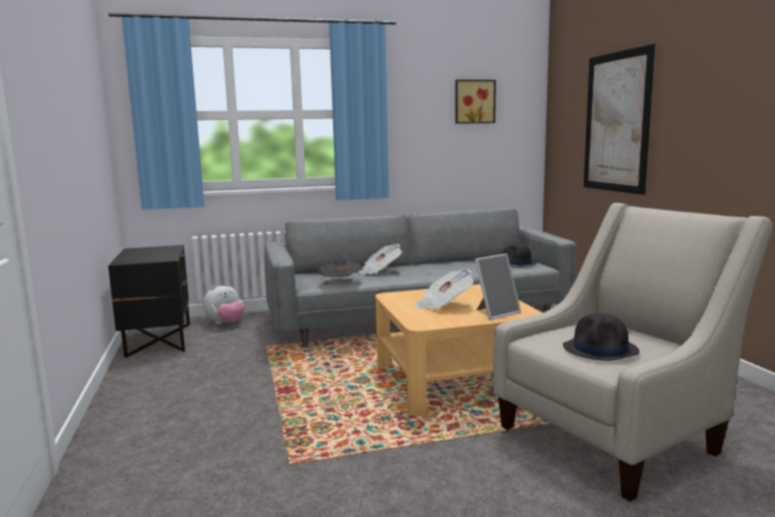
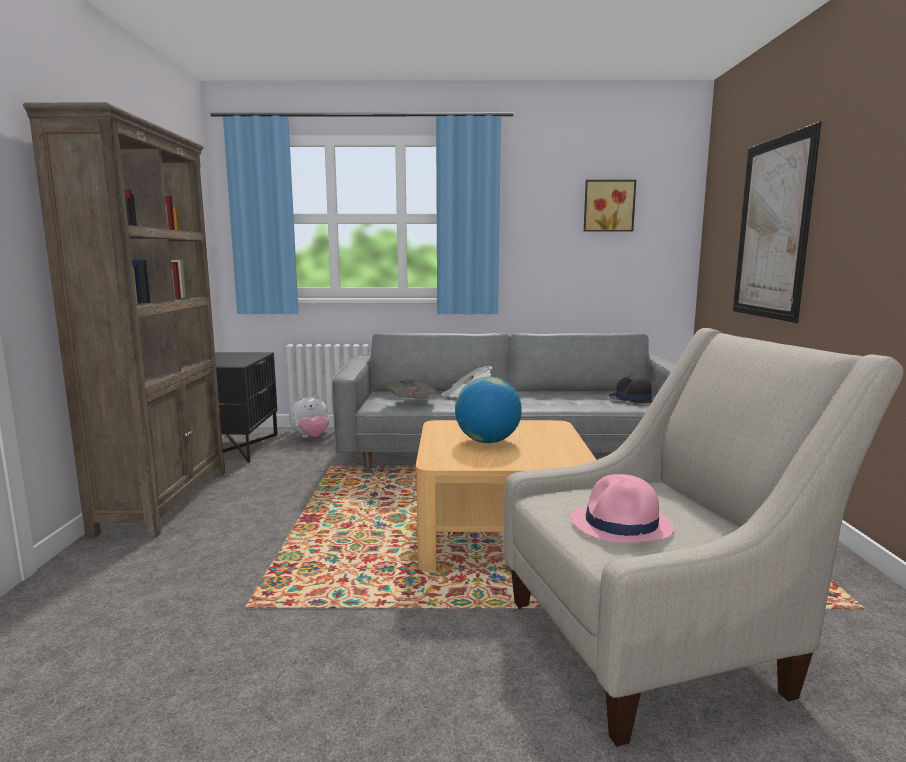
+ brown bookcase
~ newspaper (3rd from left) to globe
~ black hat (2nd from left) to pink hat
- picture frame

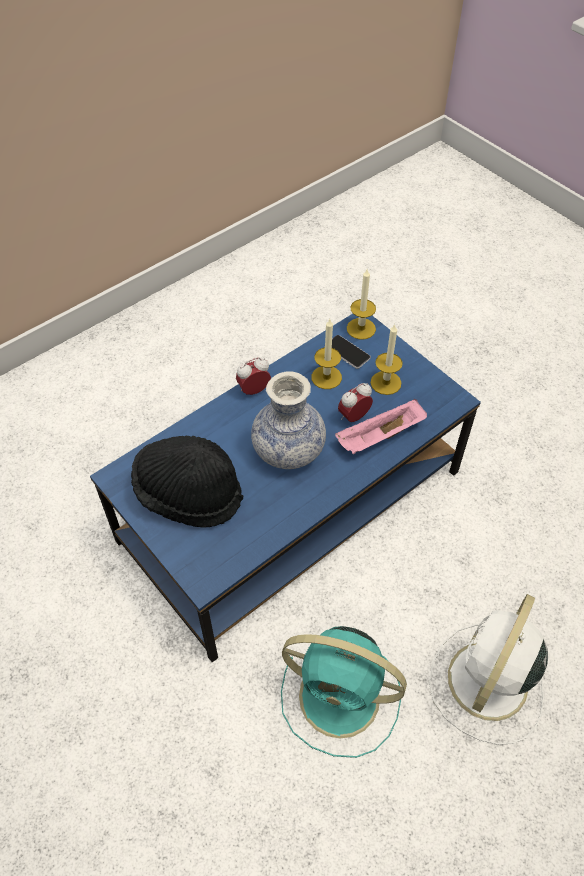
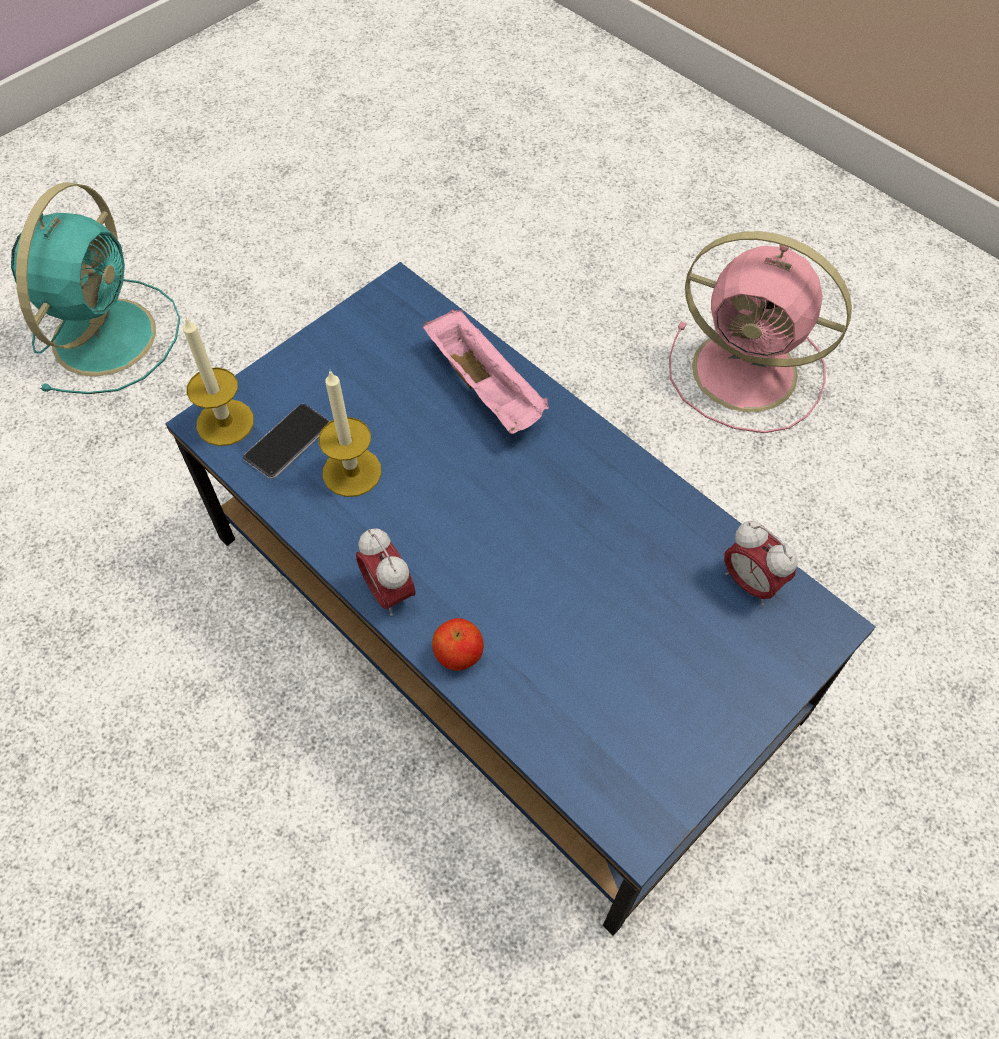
~ turquoise fan
+ apple
~ white fan to pink fan
~ alarm clock (2nd from left)
- black hat
- vase
- candle (3rd from left)

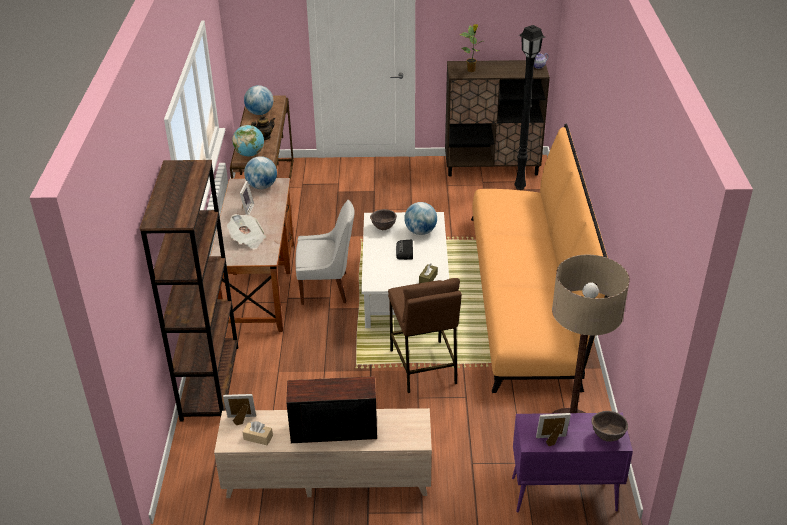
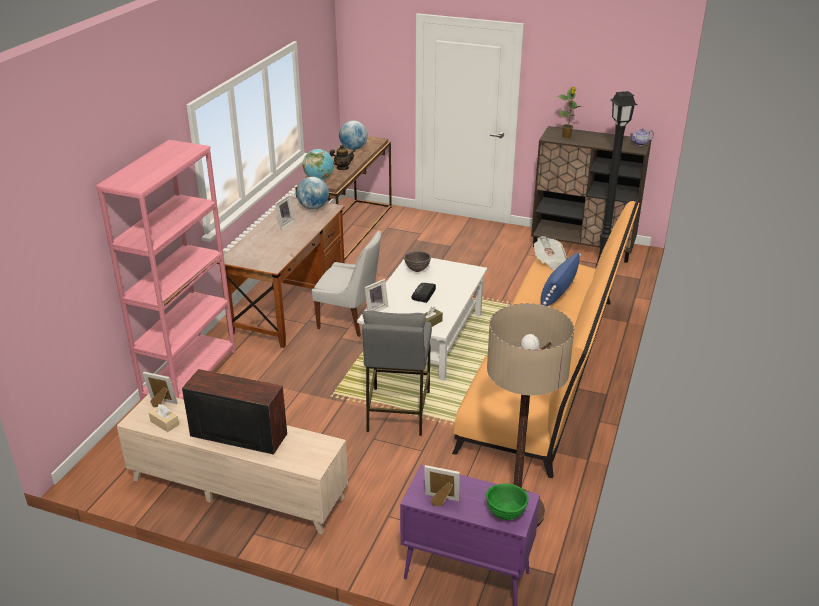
~ brown bookcase to pink bookcase
~ brown stool to grey stool
+ picture frame (3rd from left)
~ brown bowl (2nd from left) to green bowl
~ newspaper
+ blue pillow
- globe (4th from left)

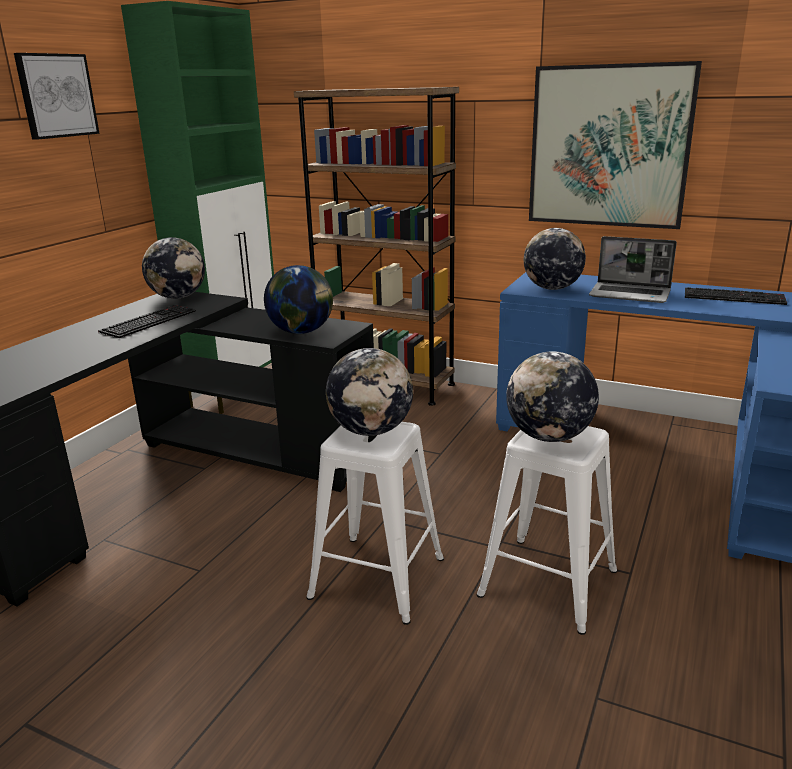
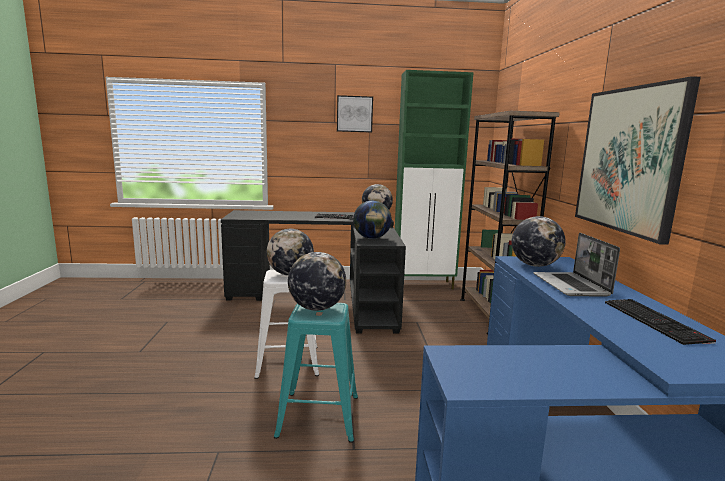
~ white stool (2nd from left) to turquoise stool

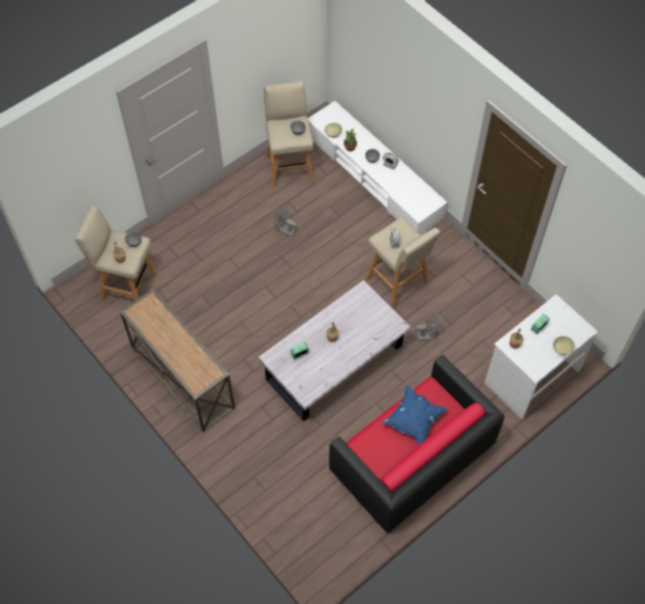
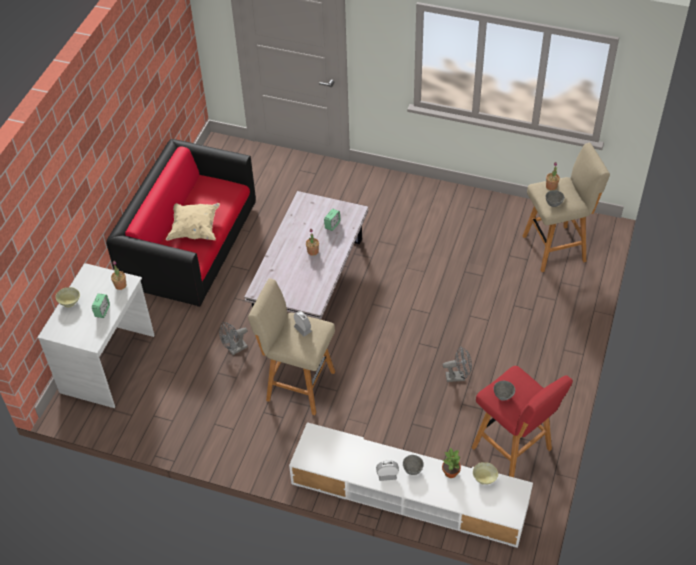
~ blue pillow to beige pillow
~ beige stool (2nd from left) to red stool
- console table

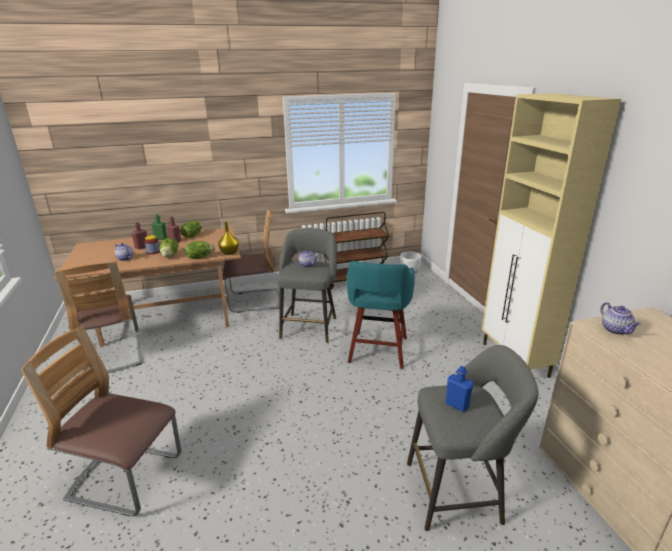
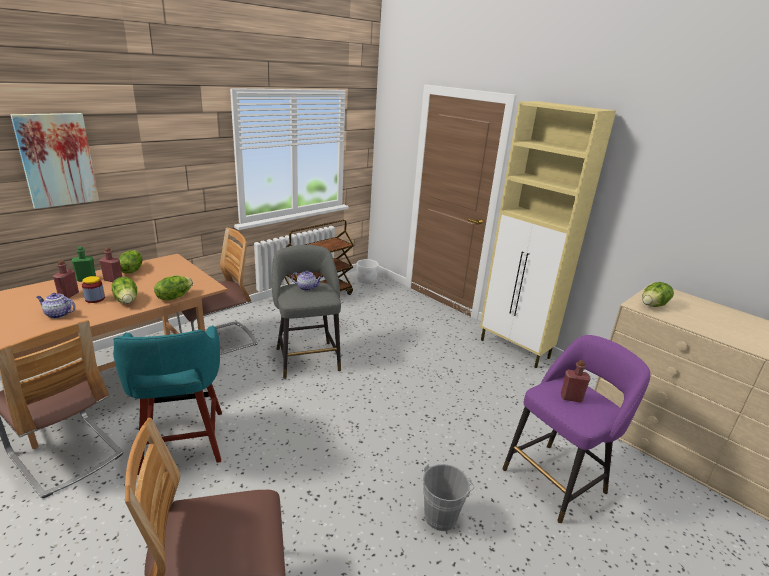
+ picture
~ turquoise stool
+ grey bucket
~ grey stool (2nd from left) to purple stool
~ blue bottle to red bottle (3rd from left)
~ teapot (3rd from left) to lettuce (4th from left)
- yellow vase

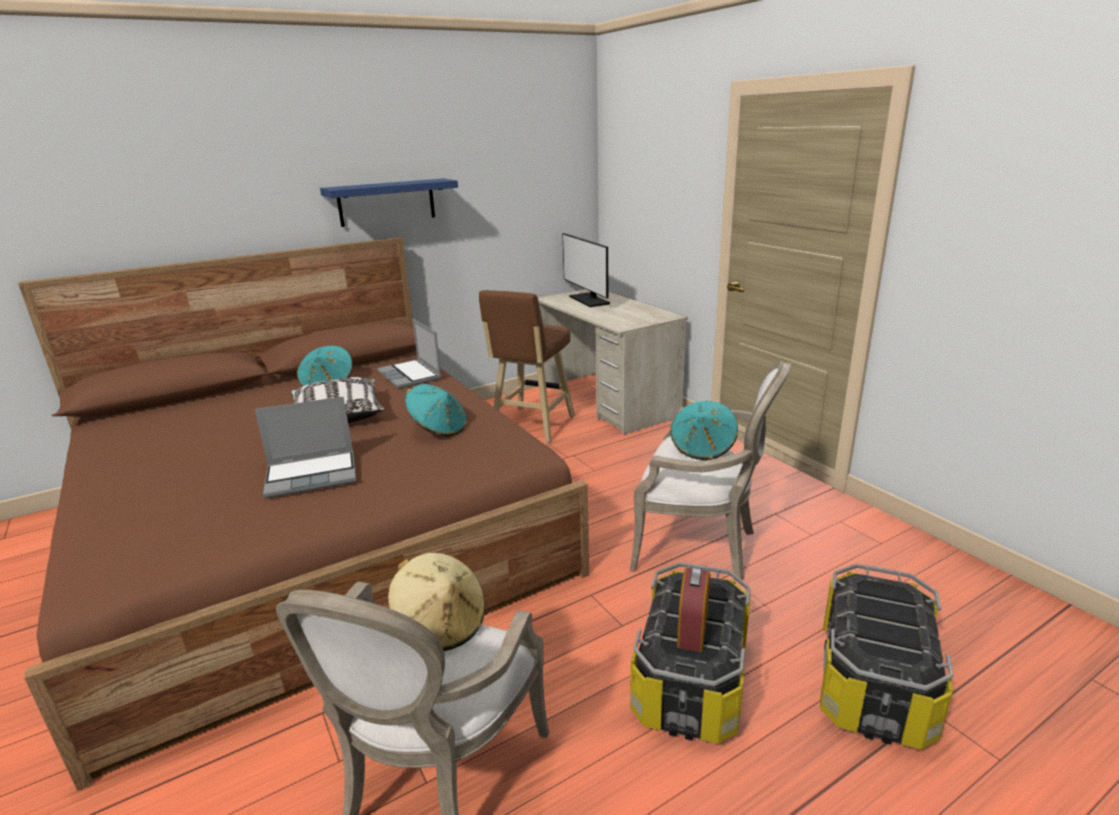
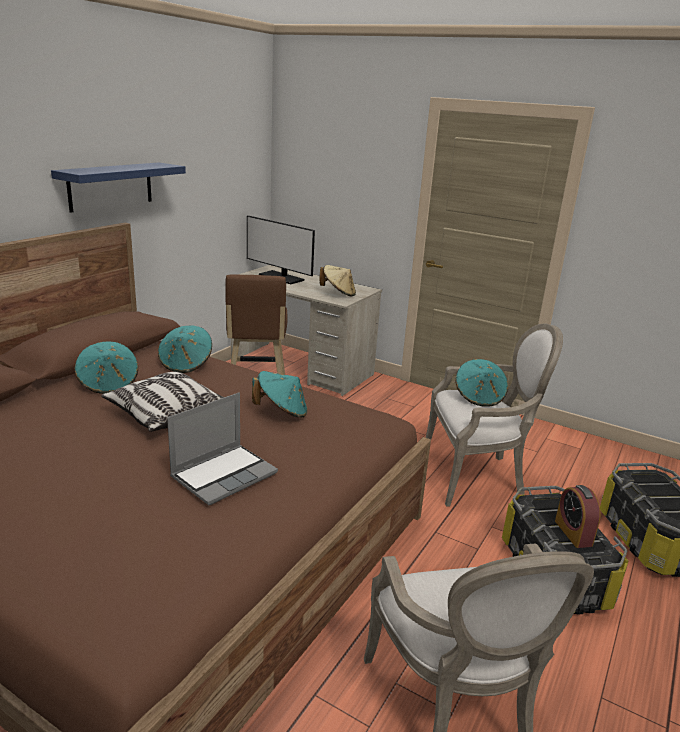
~ laptop (2nd from left) to turquoise hat (2nd from left)
~ beige hat

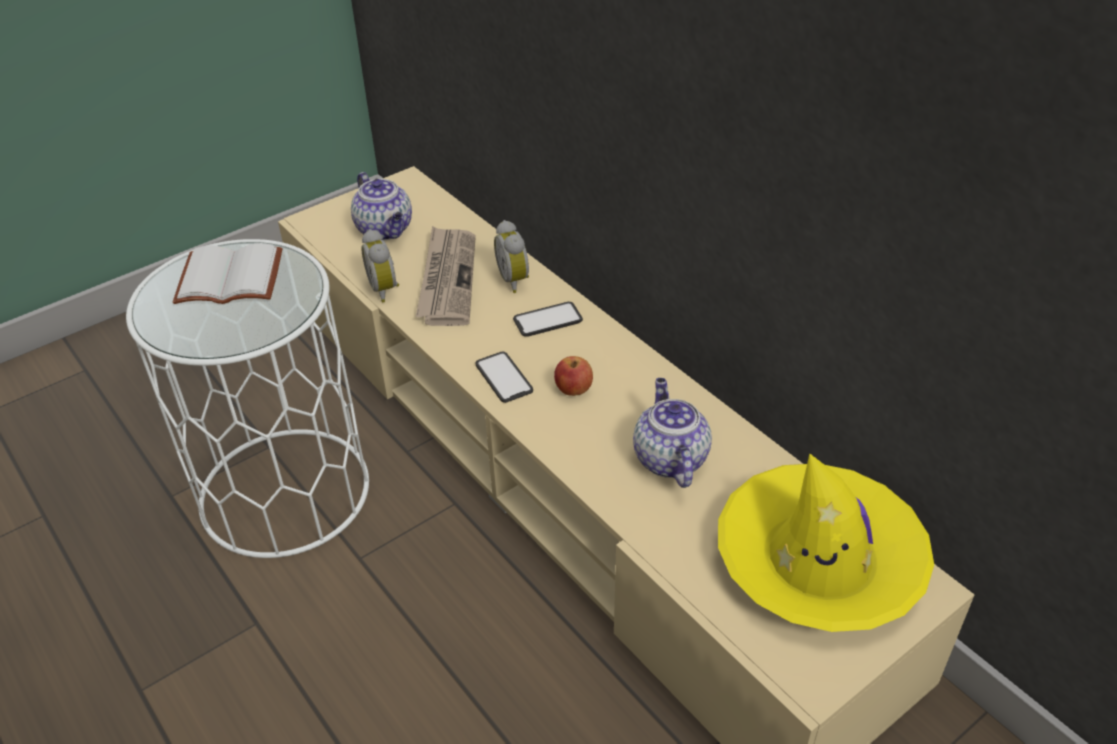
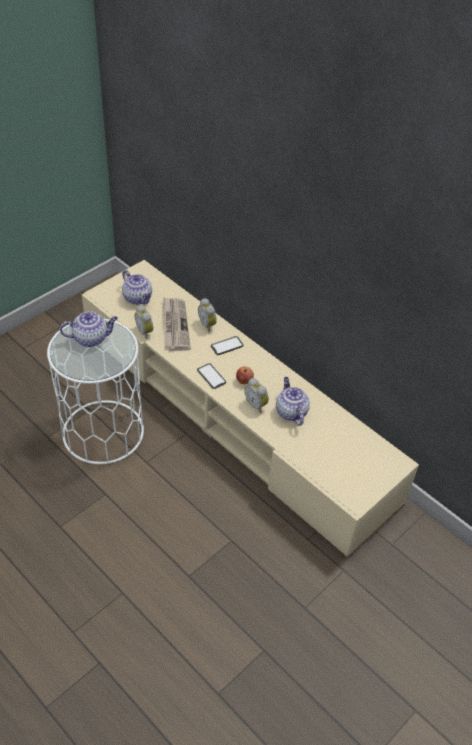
~ white book to teapot (1st from left)
+ alarm clock (3rd from left)
- yellow hat

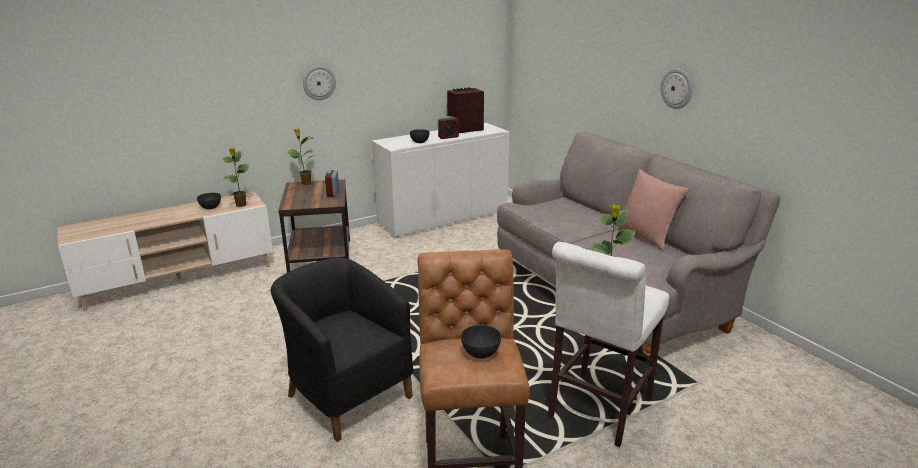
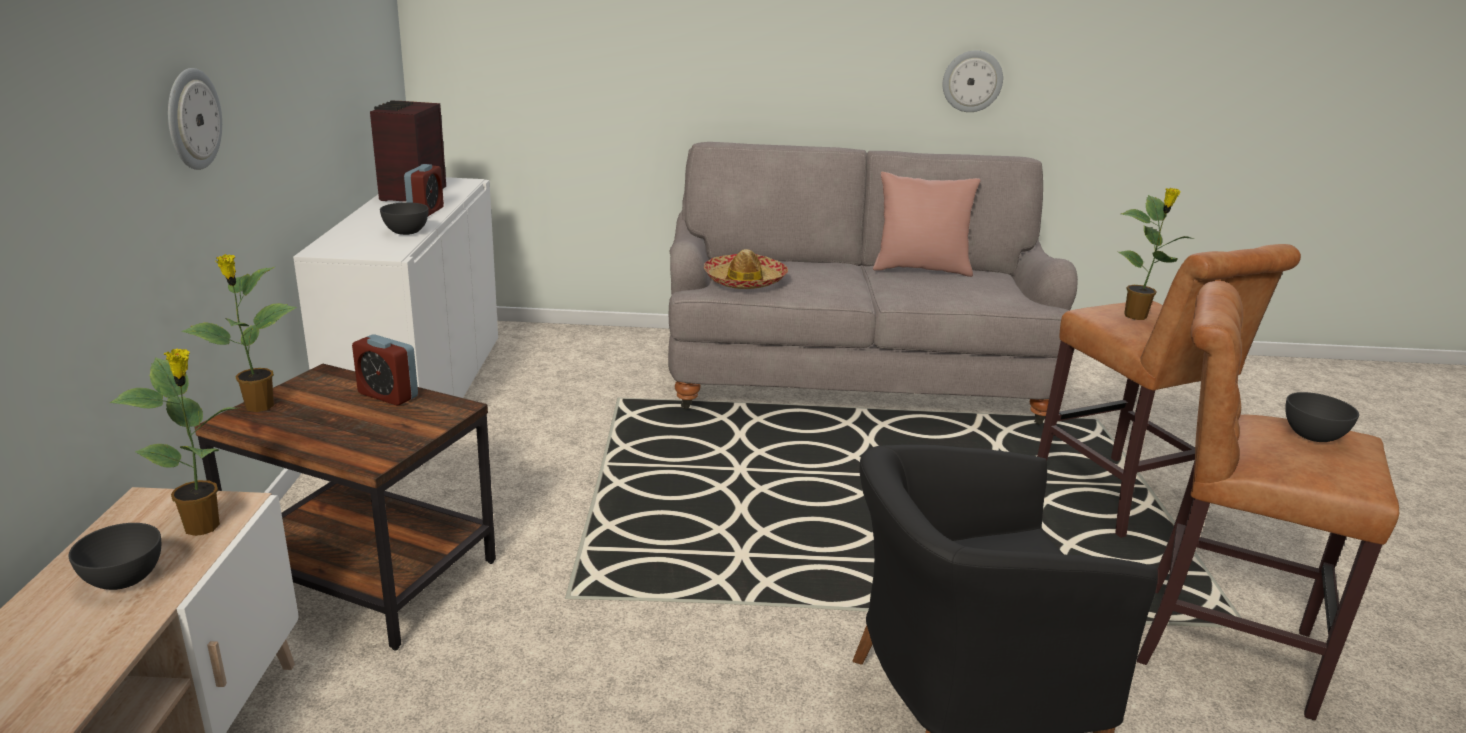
+ hat
~ wall clock (2nd from left)
~ white stool to brown stool (1st from left)

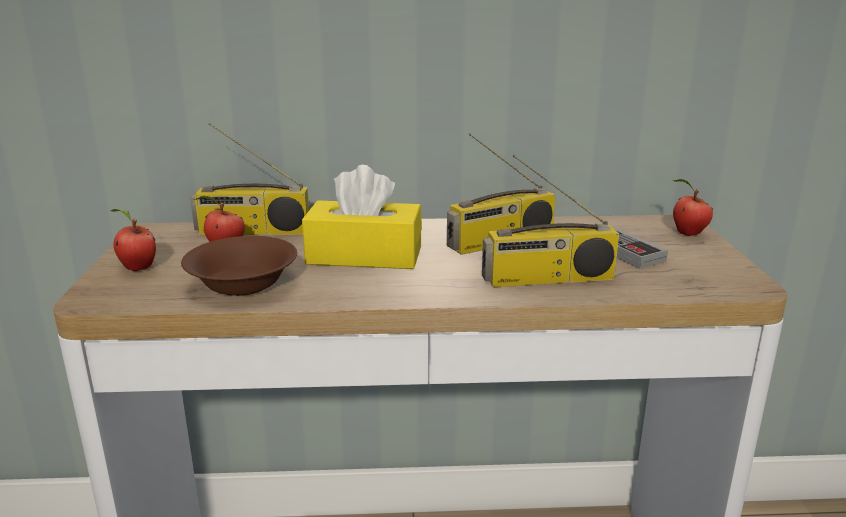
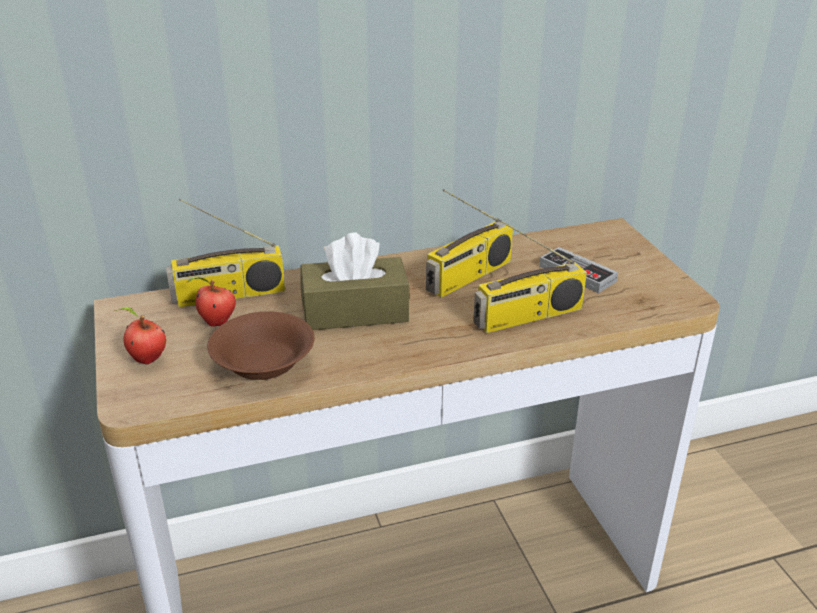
~ yellow tissue box to brown tissue box
- apple (3rd from left)

